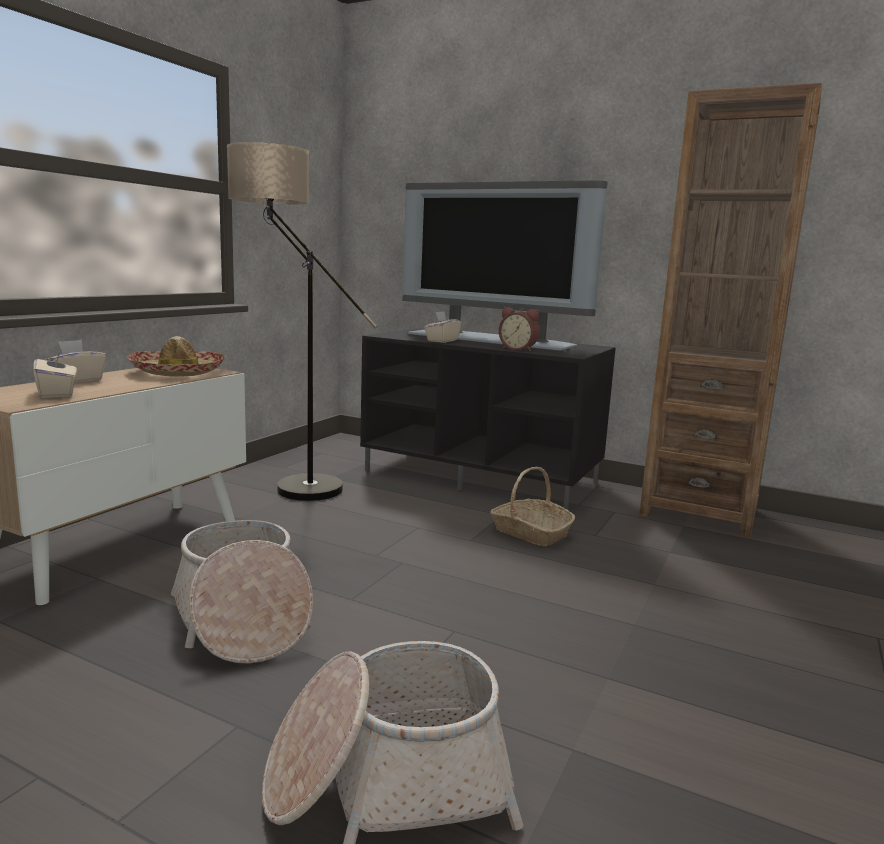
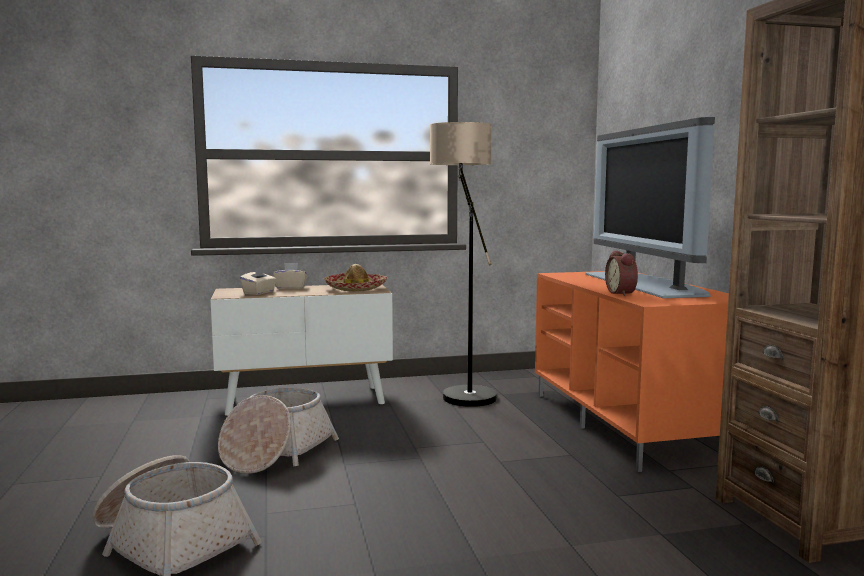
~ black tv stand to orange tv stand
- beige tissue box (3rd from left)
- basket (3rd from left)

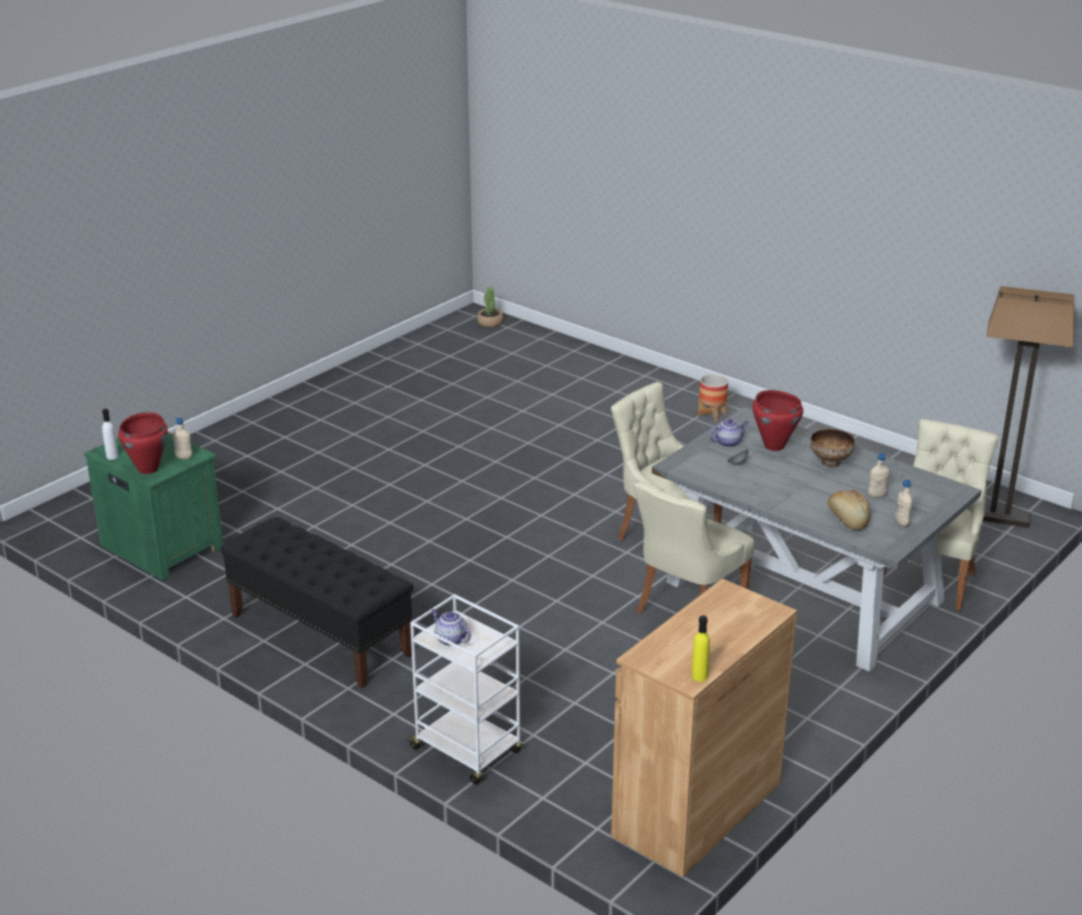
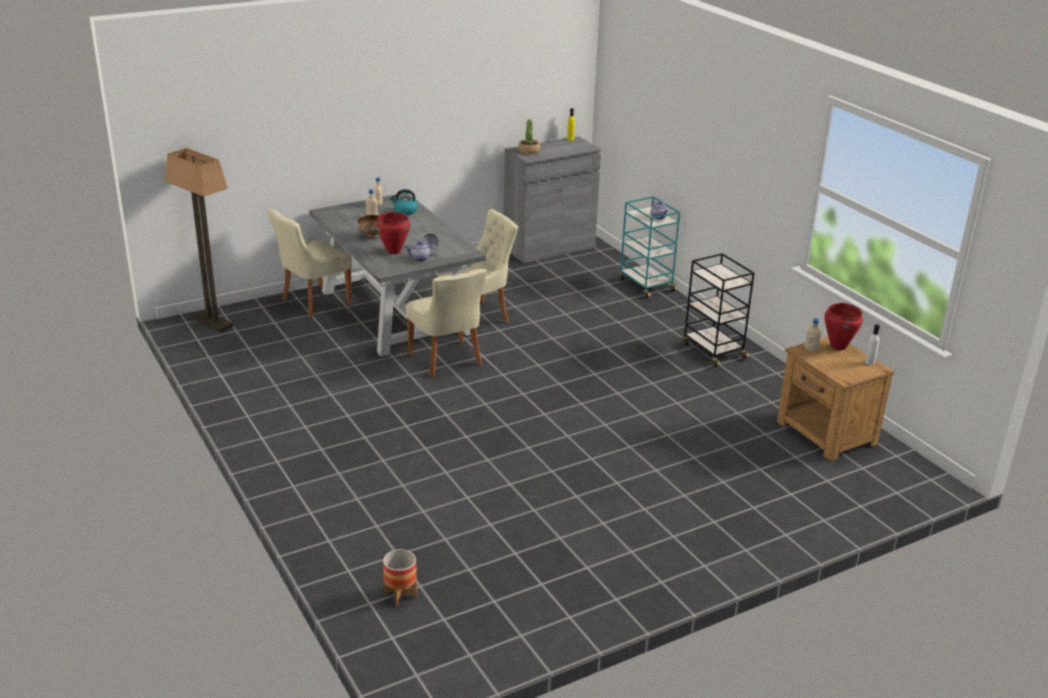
~ planter
~ bread to kettle
~ brown cabinet to grey cabinet
~ potted plant
~ white cart to turquoise cart
~ black bench to black cart
~ green nightstand to brown nightstand

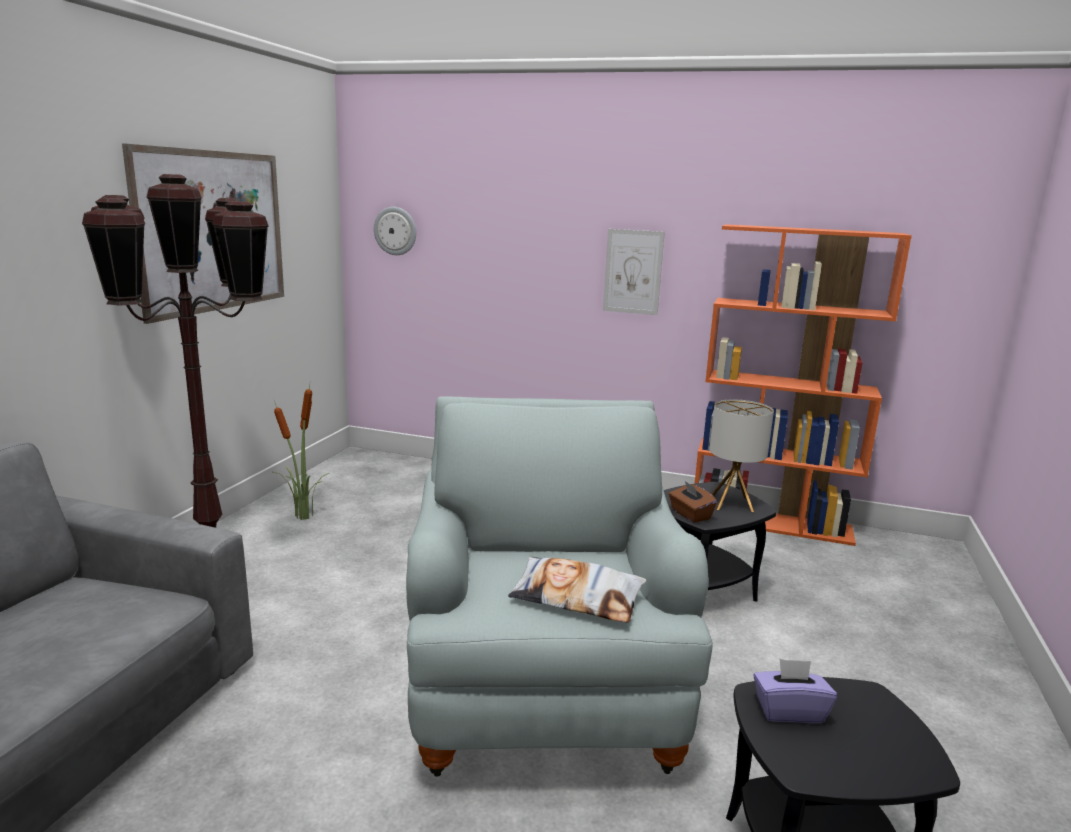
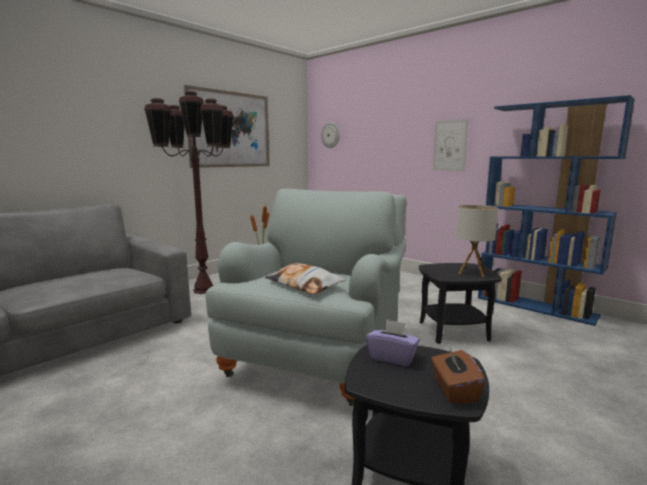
~ brown tissue box
~ orange bookcase to blue bookcase

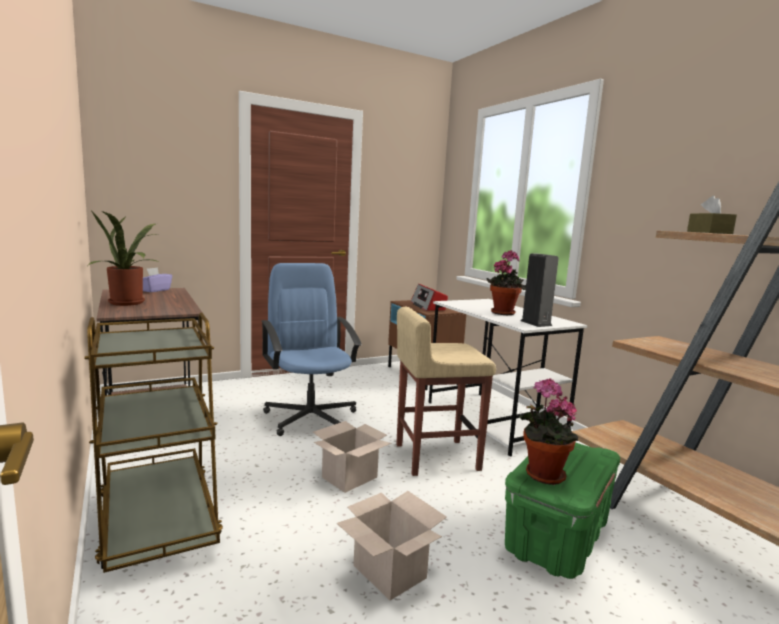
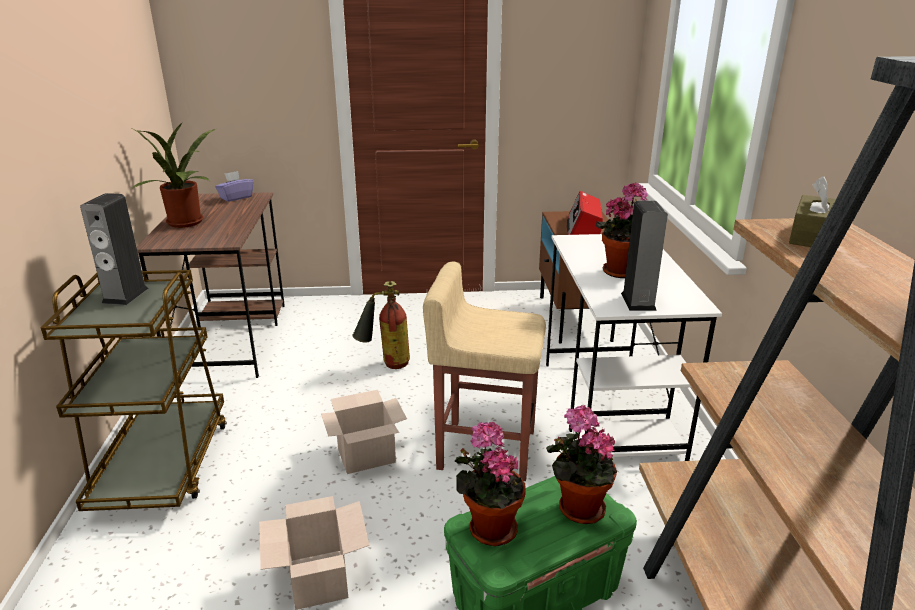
+ speaker (1st from left)
~ blue office chair to fire extinguisher
+ potted plant (3rd from left)

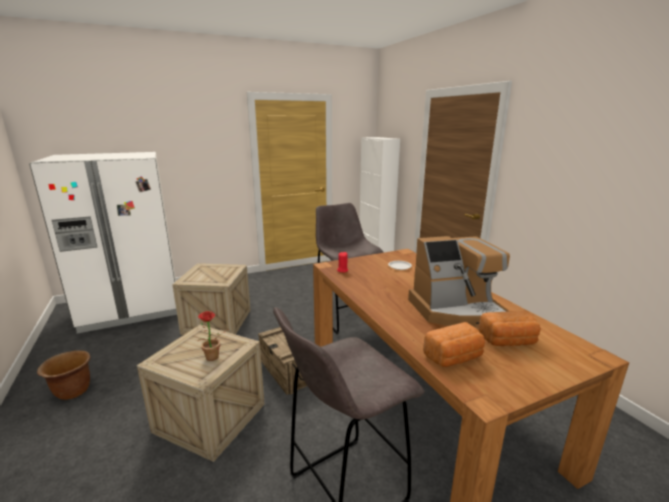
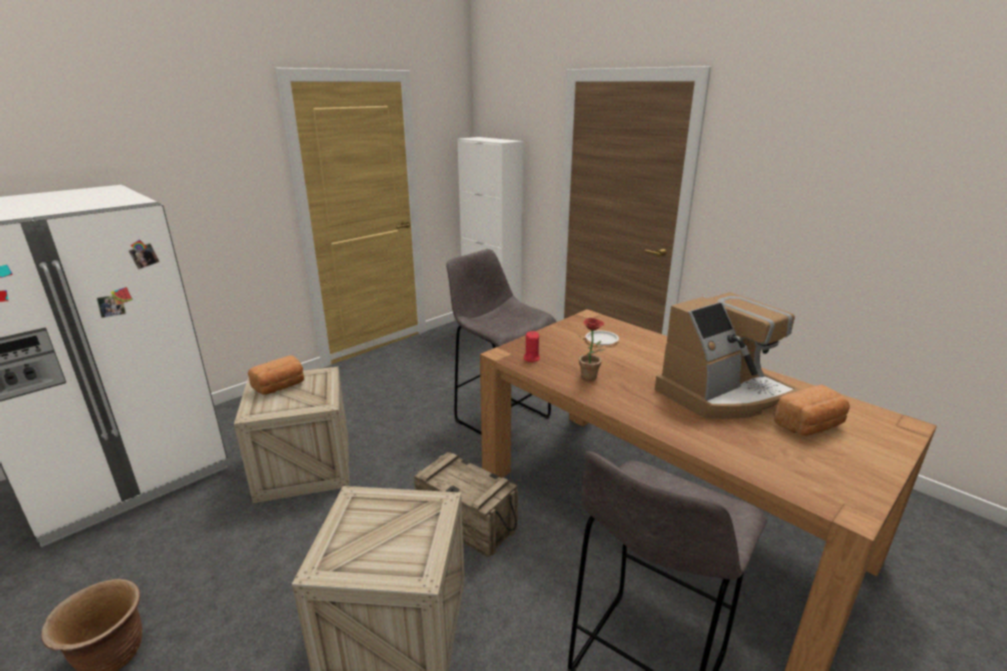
~ bread (1st from left)
~ potted plant

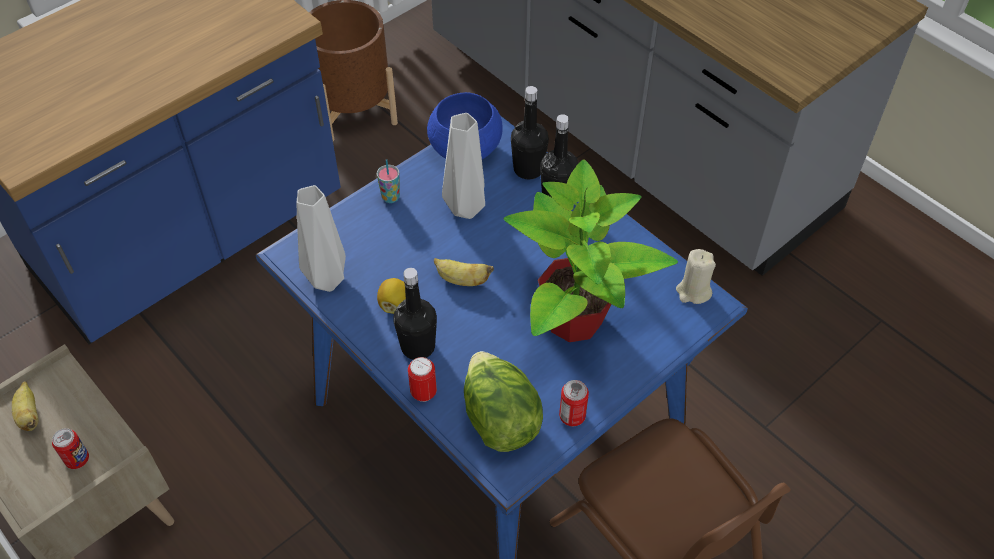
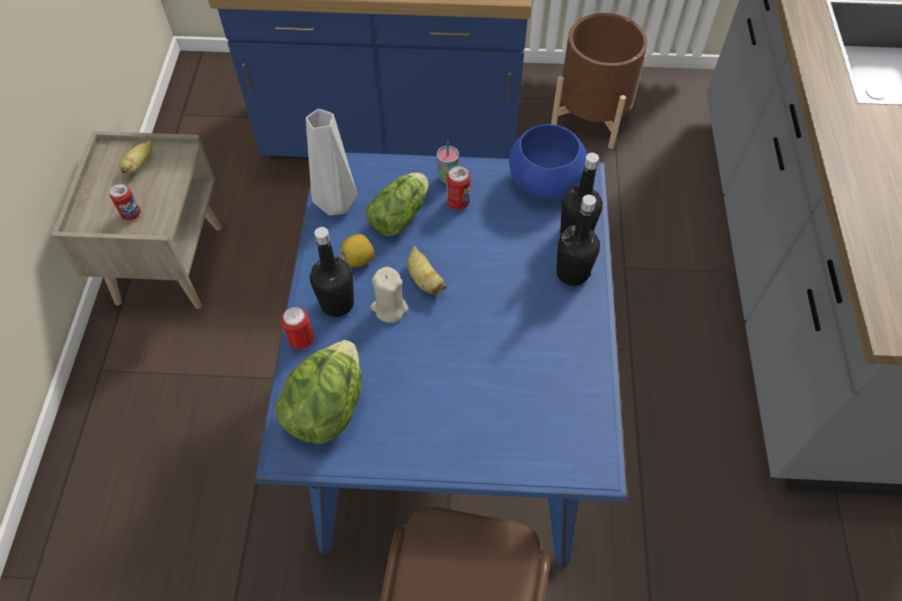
+ lettuce (2nd from left)
~ beige candle
~ can (3rd from left)
- grey vase (2nd from left)
- potted plant

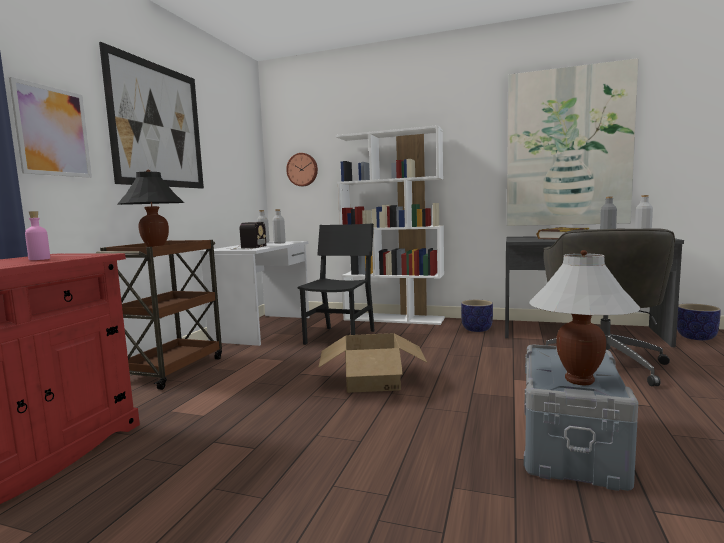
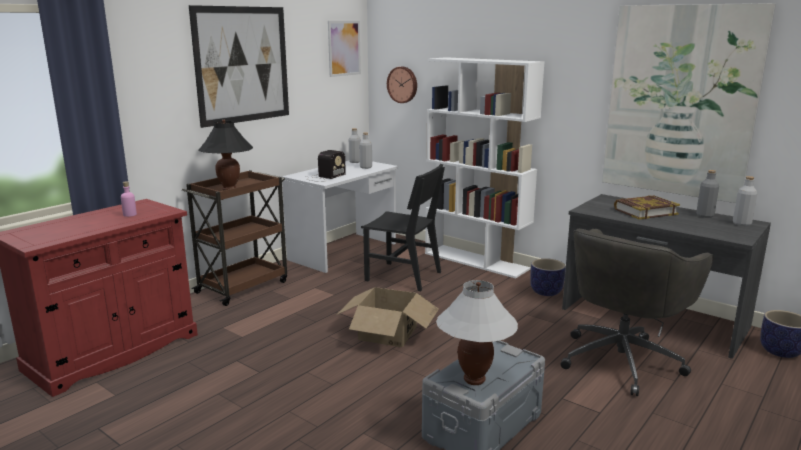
~ picture (1st from left in the first image) to picture (2nd from left)
~ black chair 75 degrees clockwise

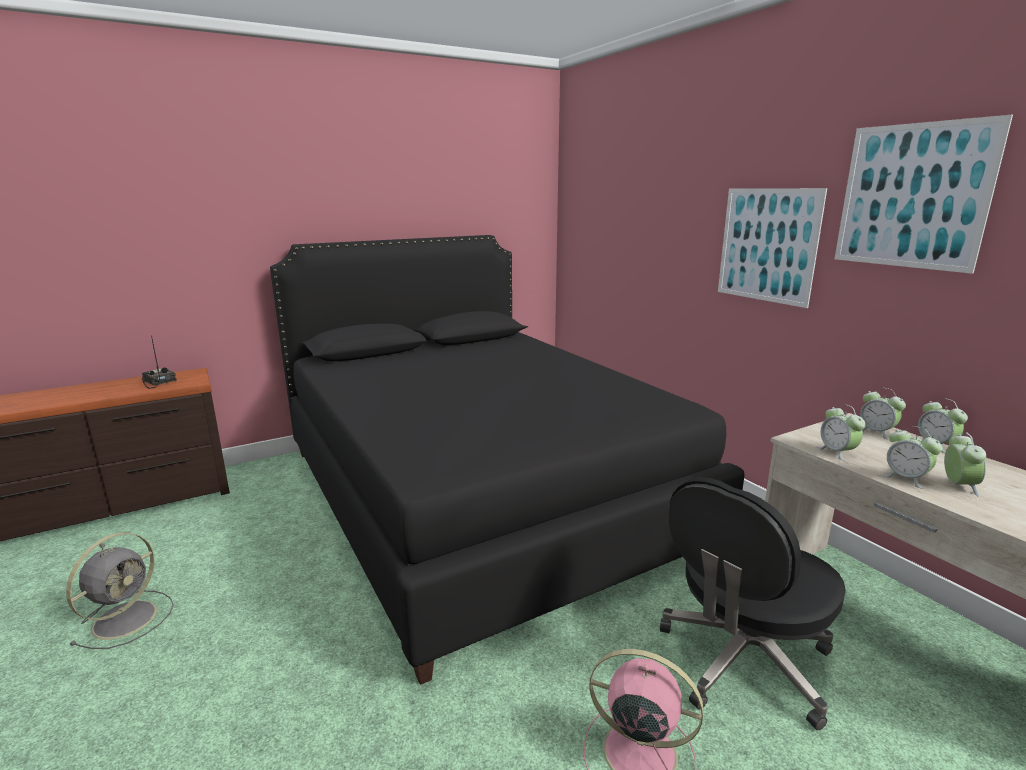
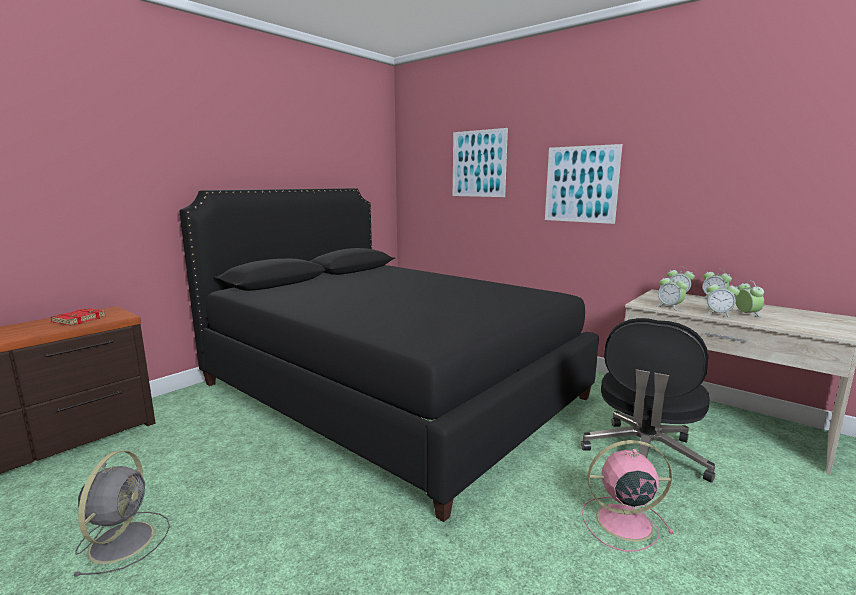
~ radio to red book
~ picture (2nd from left in the first image) to picture (1st from left)

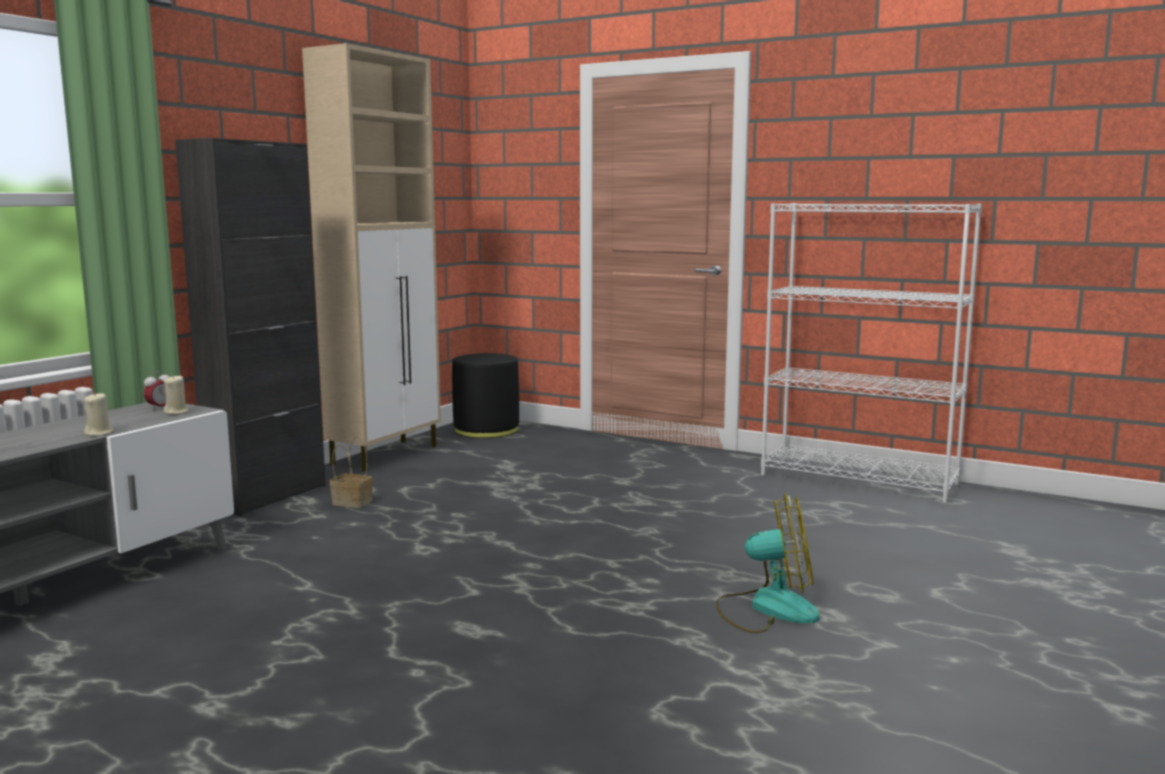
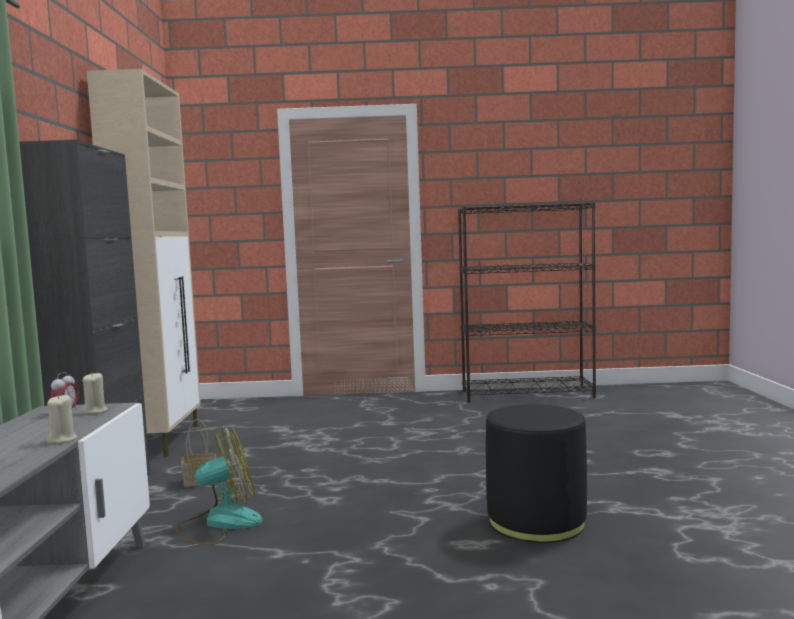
~ fan
~ white bookcase to black bookcase
~ black ottoman

